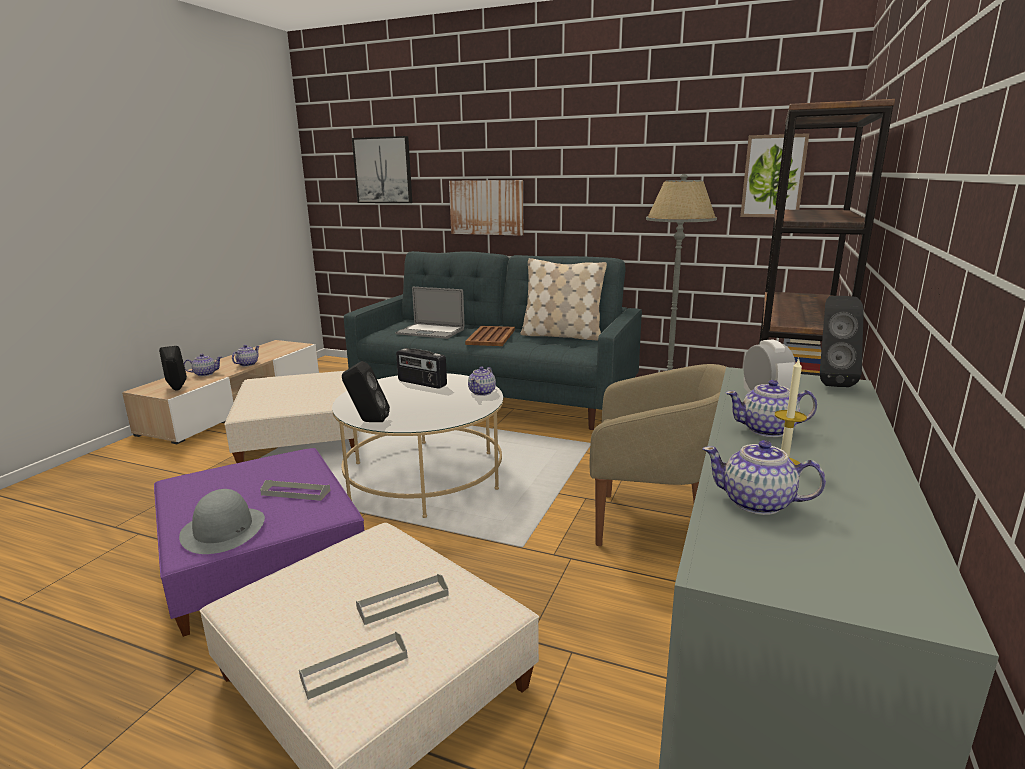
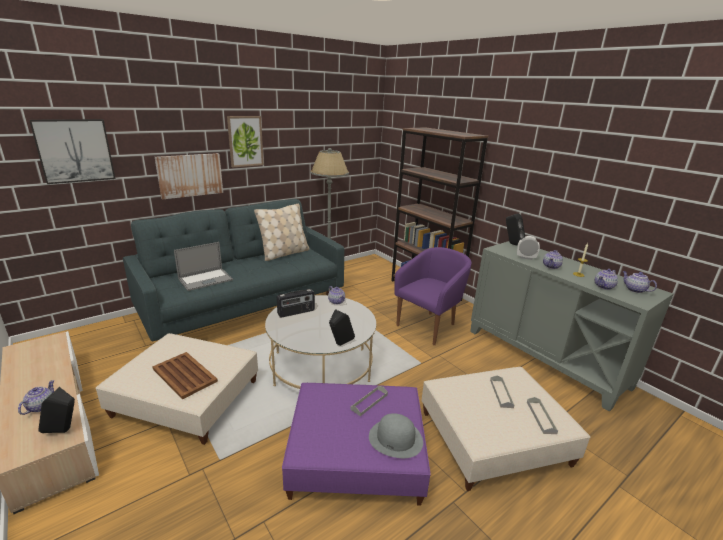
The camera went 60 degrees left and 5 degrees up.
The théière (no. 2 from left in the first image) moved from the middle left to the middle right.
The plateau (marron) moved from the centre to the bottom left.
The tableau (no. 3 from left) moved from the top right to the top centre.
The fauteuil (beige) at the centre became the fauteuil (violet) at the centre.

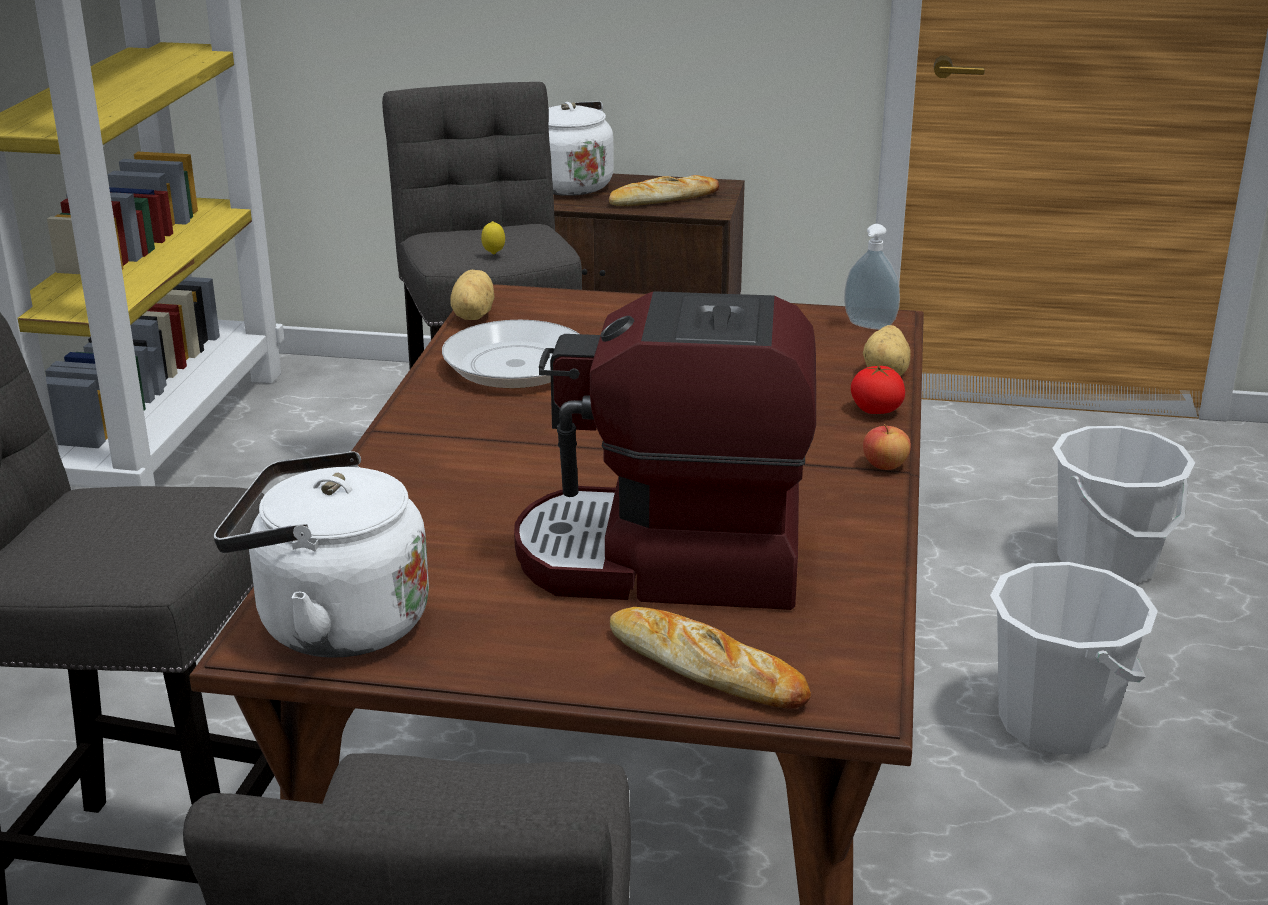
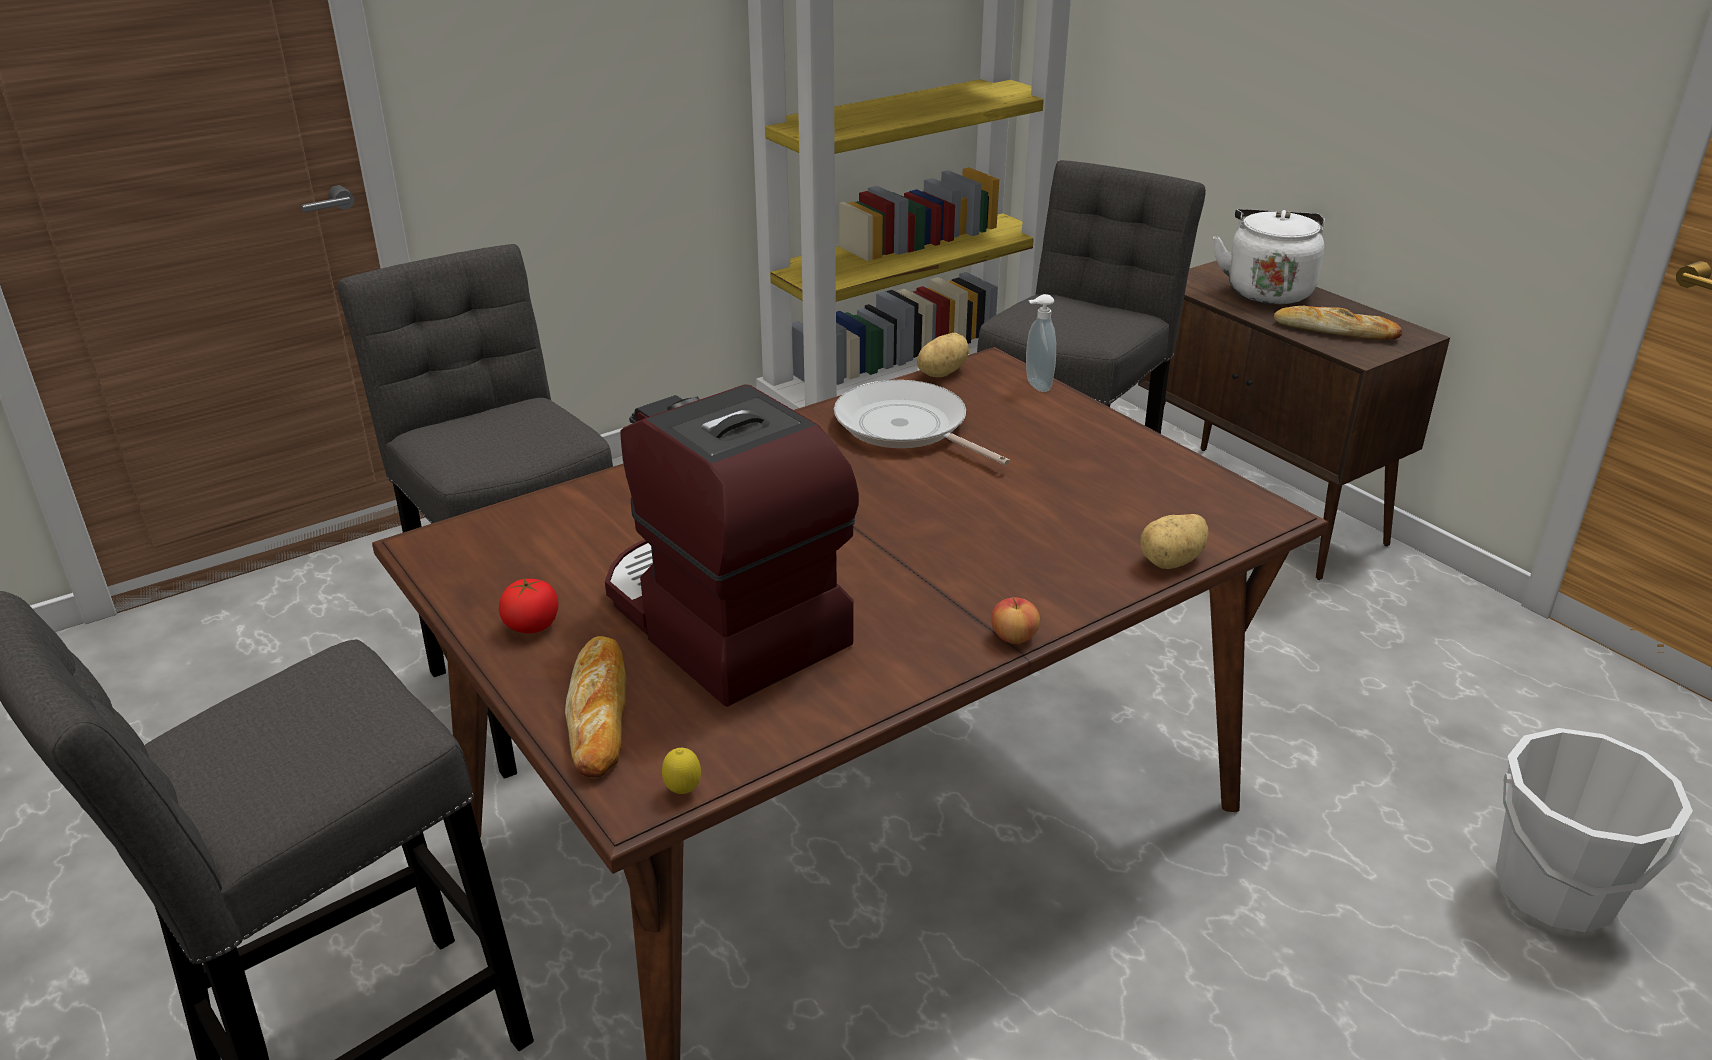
The camera went 45 degrees right and 5 degrees up.
The bouilloire (blanc) (no. 1 from left) at the middle left disappeared.
The seau (blanc) (no. 1 from left) at the bottom right disappeared.
The citron moved from the top centre to the bottom centre.
The distributeur de savon moved from the top right to the top centre.
The tomate moved from the middle right to the middle left.

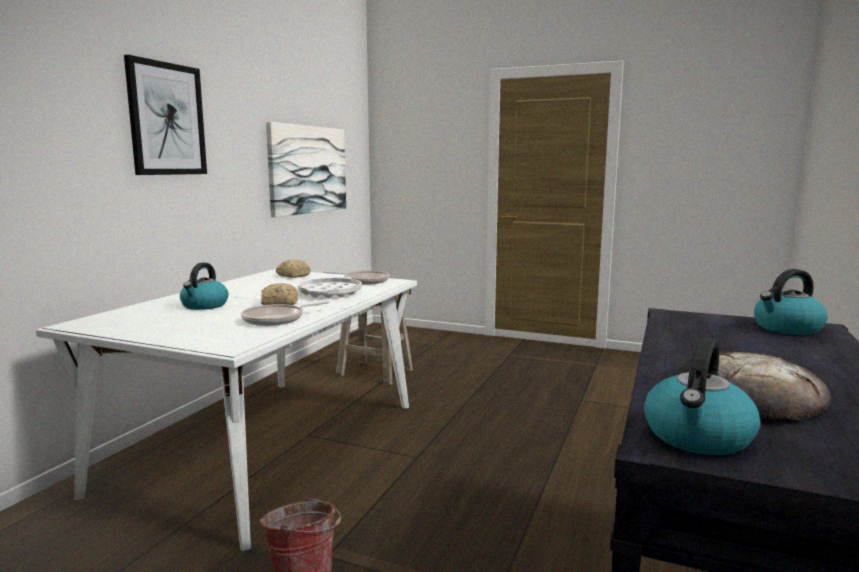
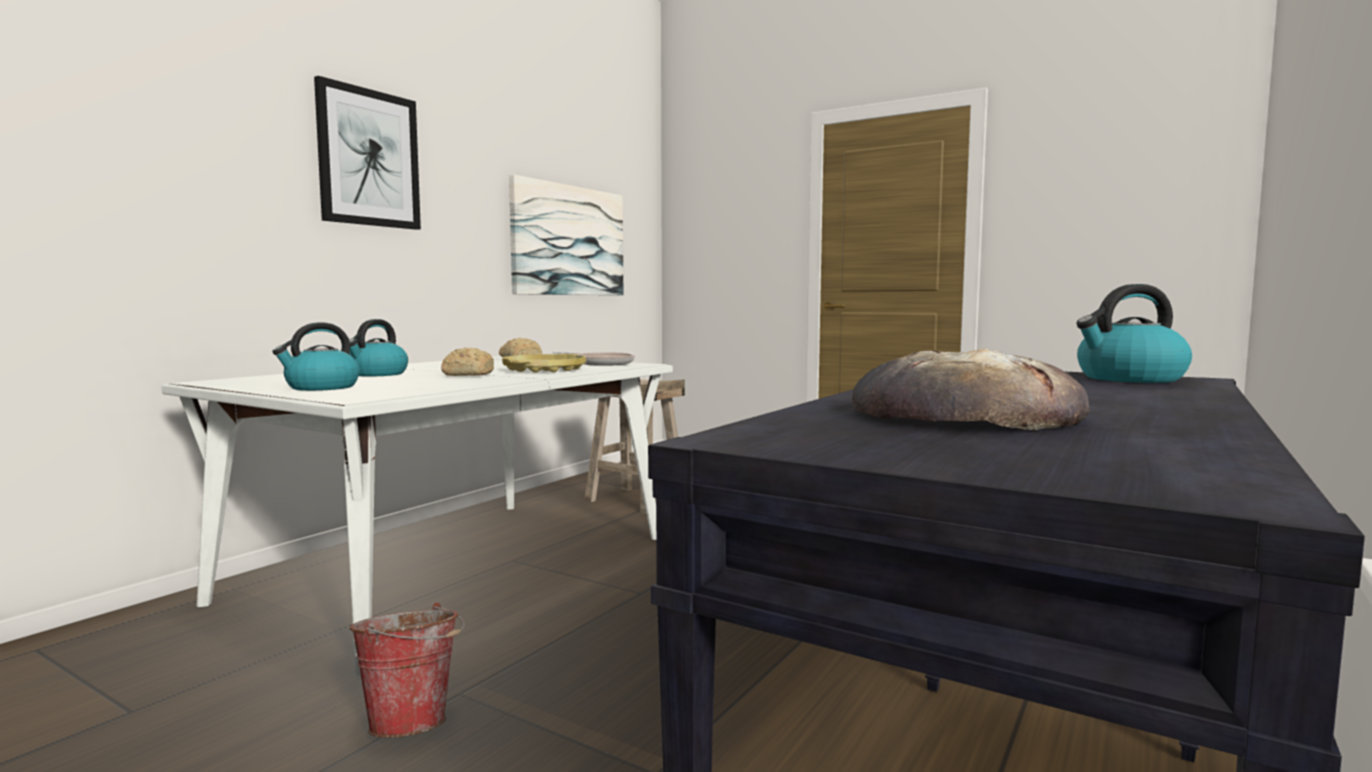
The camera went 10 degrees right and 5 degrees down.
The poêle (no. 1 from left) at the middle left disappeared.
The bouilloire (no. 2 from left in the first image) moved from the bottom right to the middle left.
The plateau (blanc) at the centre became the plateau (jaune) at the centre.

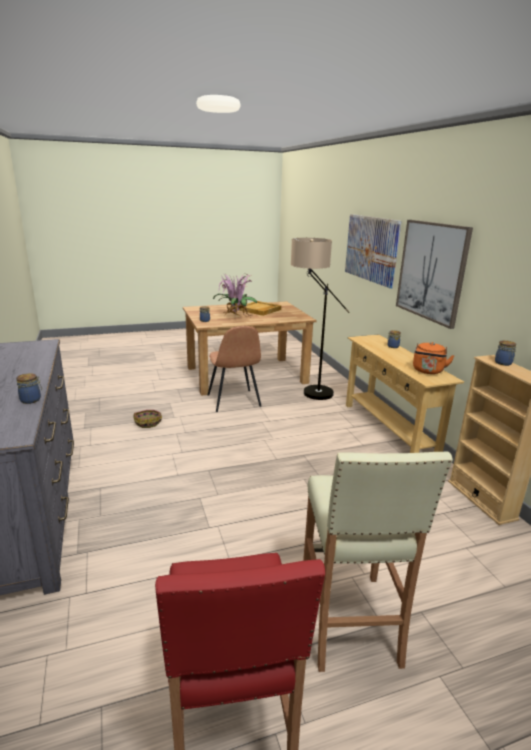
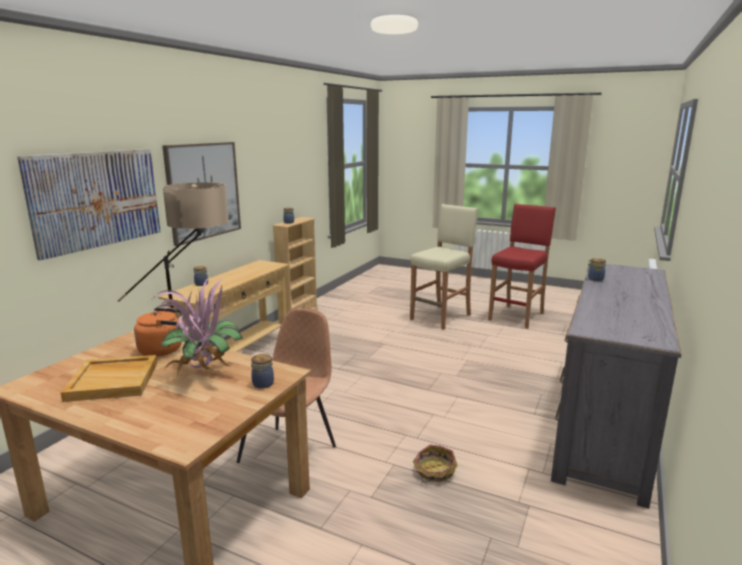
The camera went 135 degrees left and 5 degrees down.
The bouilloire (orange) moved from the middle right to the middle left.

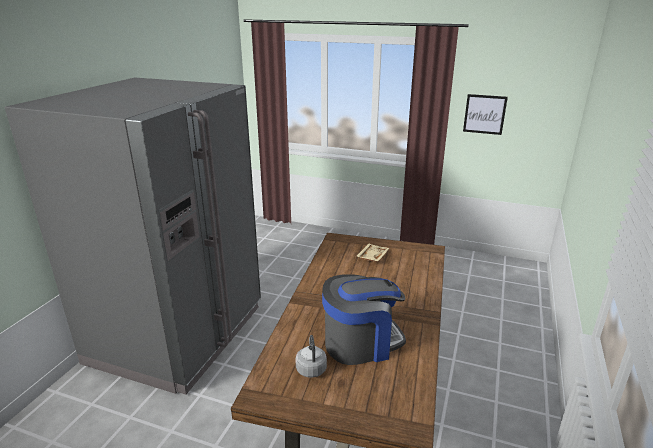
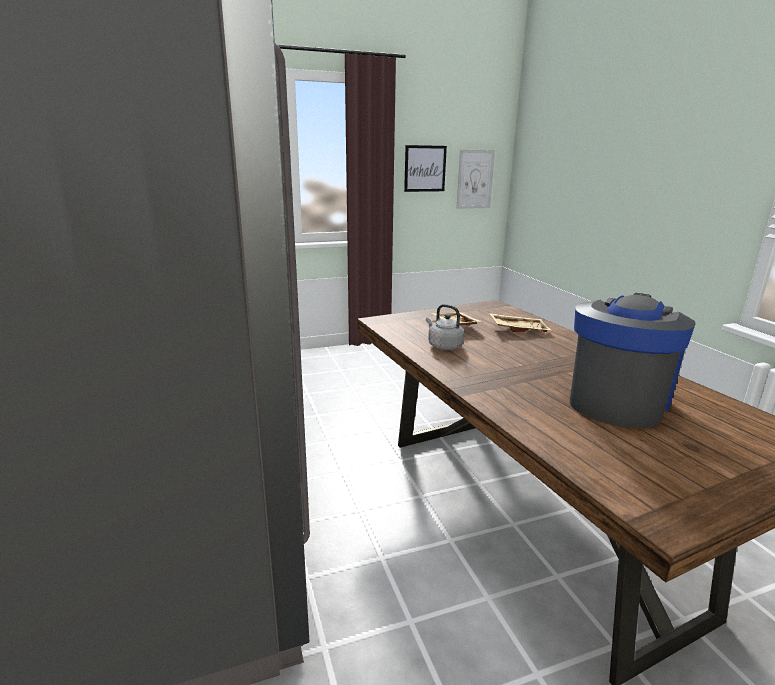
The camera went 40 degrees left and 5 degrees down.
The tableau (no. 2 from left) at the top centre appeared.
The plateau (beige) (no. 2 from left) at the middle right appeared.
The bouilloire (gris) moved from the bottom centre to the centre.

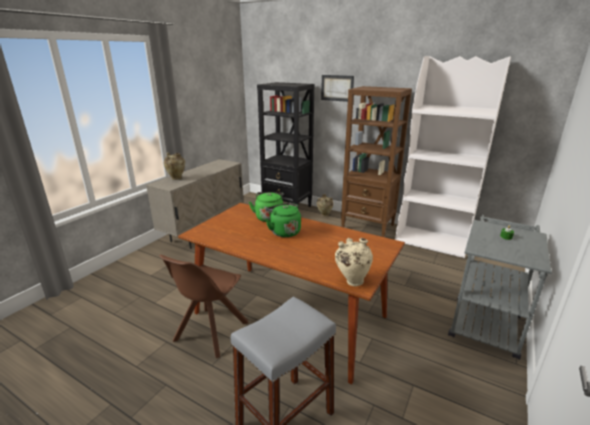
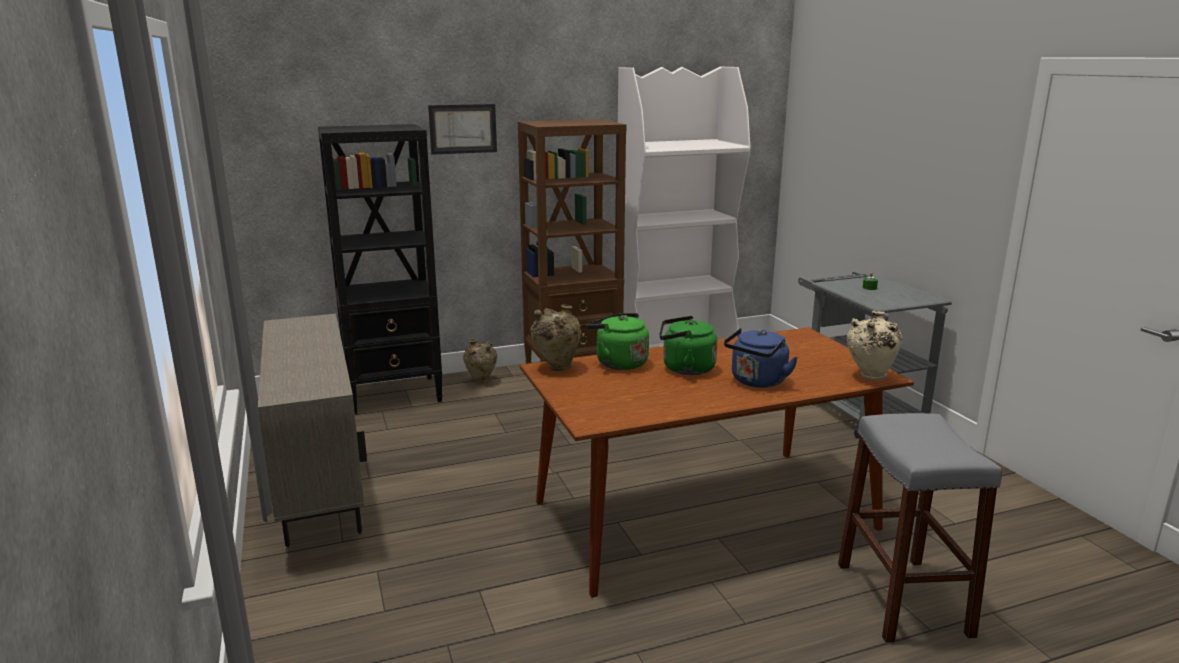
The camera went 50 degrees left and 5 degrees down.
The chaise (marron) at the bottom centre disappeared.
The bouilloire (bleu) at the centre appeared.
The vase (beige) (no. 1 from left in the first image) moved from the middle left to the centre.

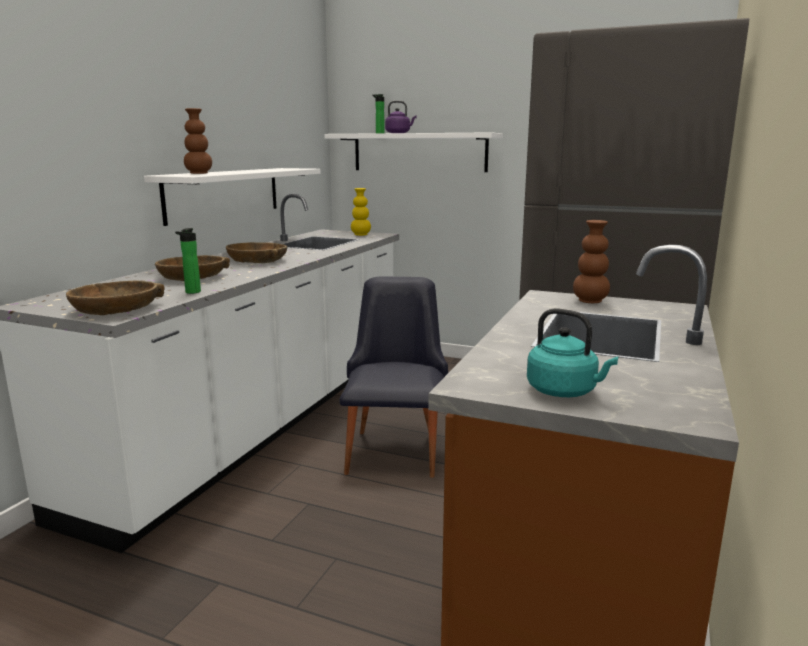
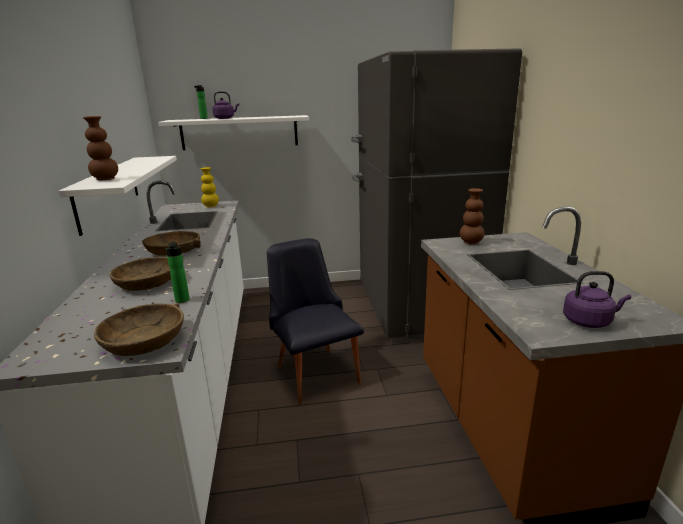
The camera went 30 degrees left and 5 degrees up.
The bouilloire (turquoise) at the middle right became the bouilloire (violet) (no. 2 from left) at the middle right.

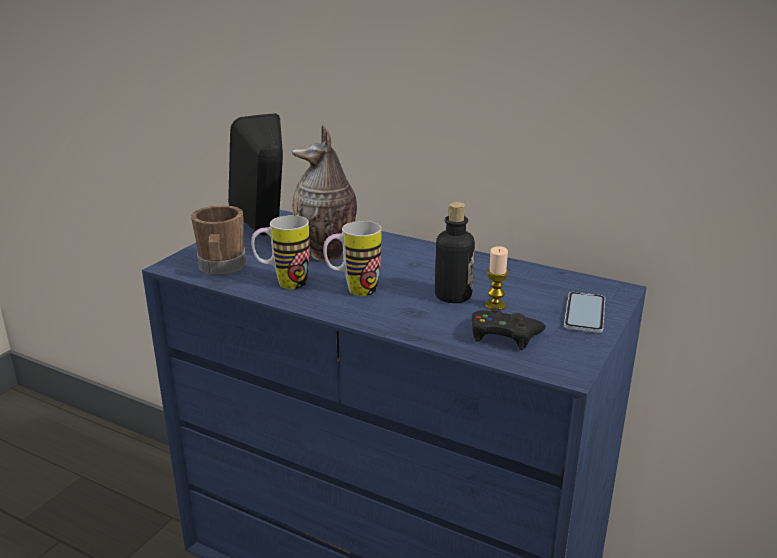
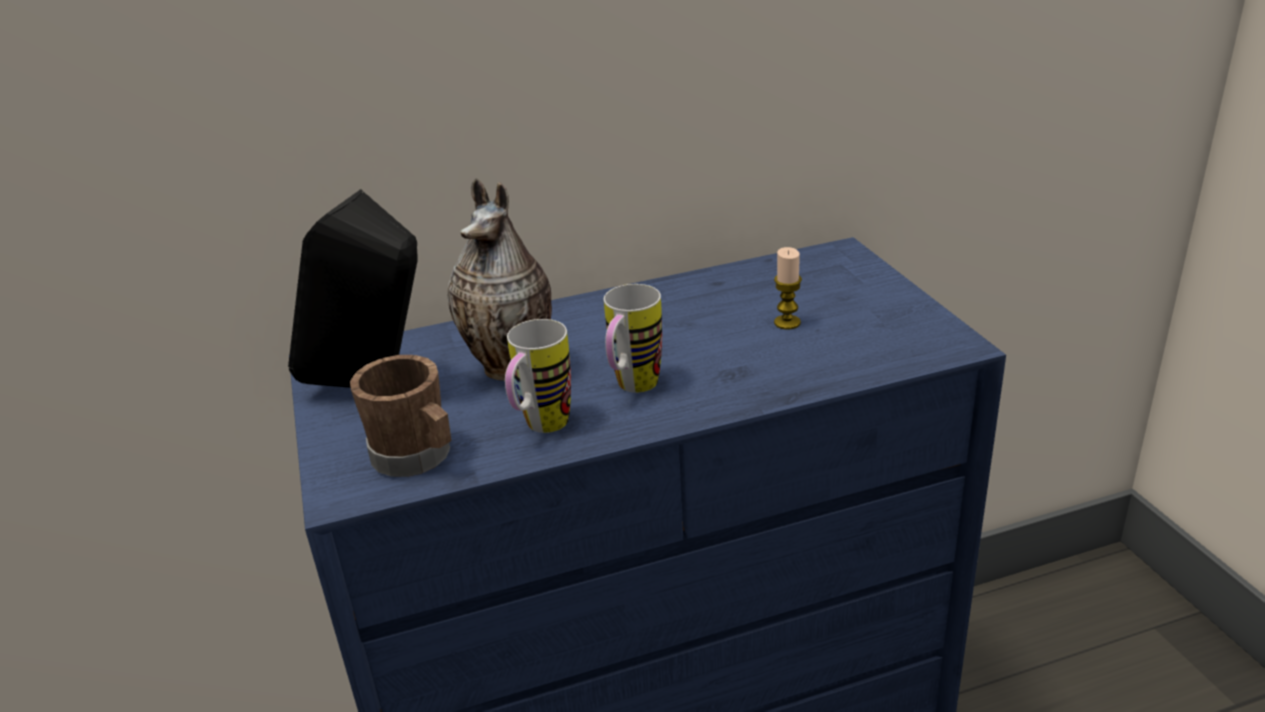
The camera went 45 degrees left and 5 degrees up.
The bouteille at the centre disappeared.
The manette (noir) at the centre disappeared.
The téléphone at the middle right disappeared.

